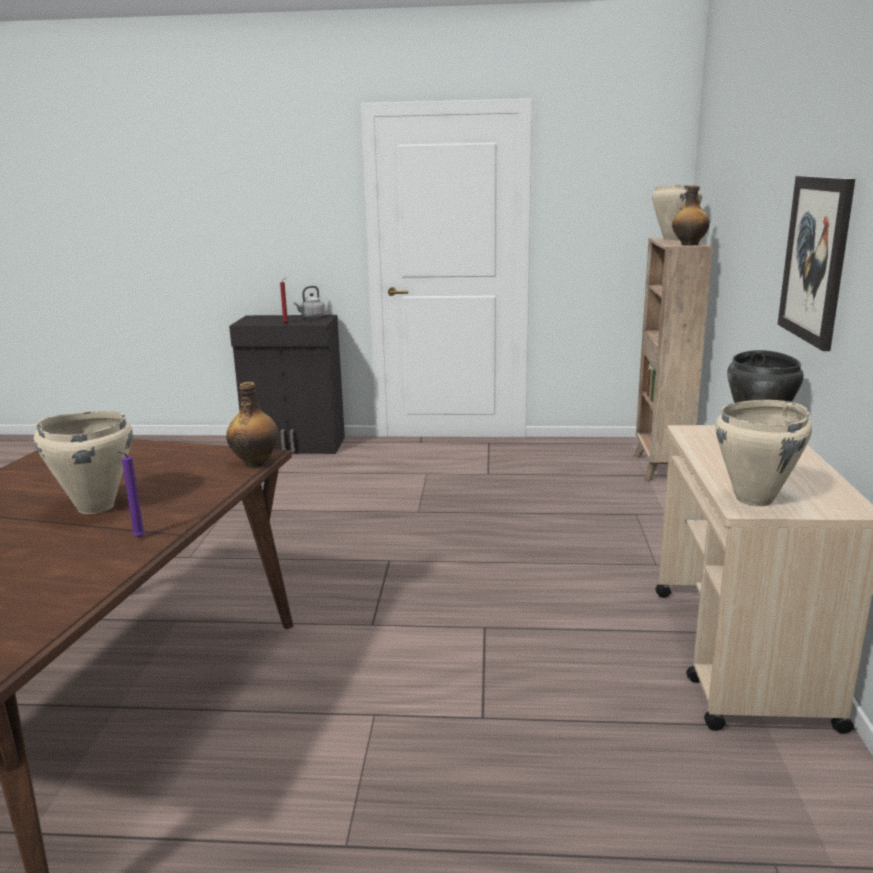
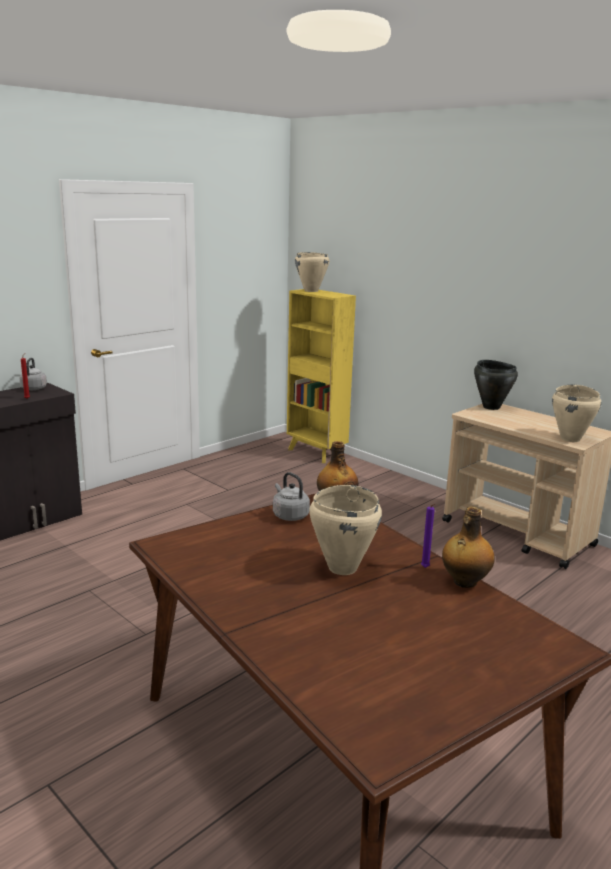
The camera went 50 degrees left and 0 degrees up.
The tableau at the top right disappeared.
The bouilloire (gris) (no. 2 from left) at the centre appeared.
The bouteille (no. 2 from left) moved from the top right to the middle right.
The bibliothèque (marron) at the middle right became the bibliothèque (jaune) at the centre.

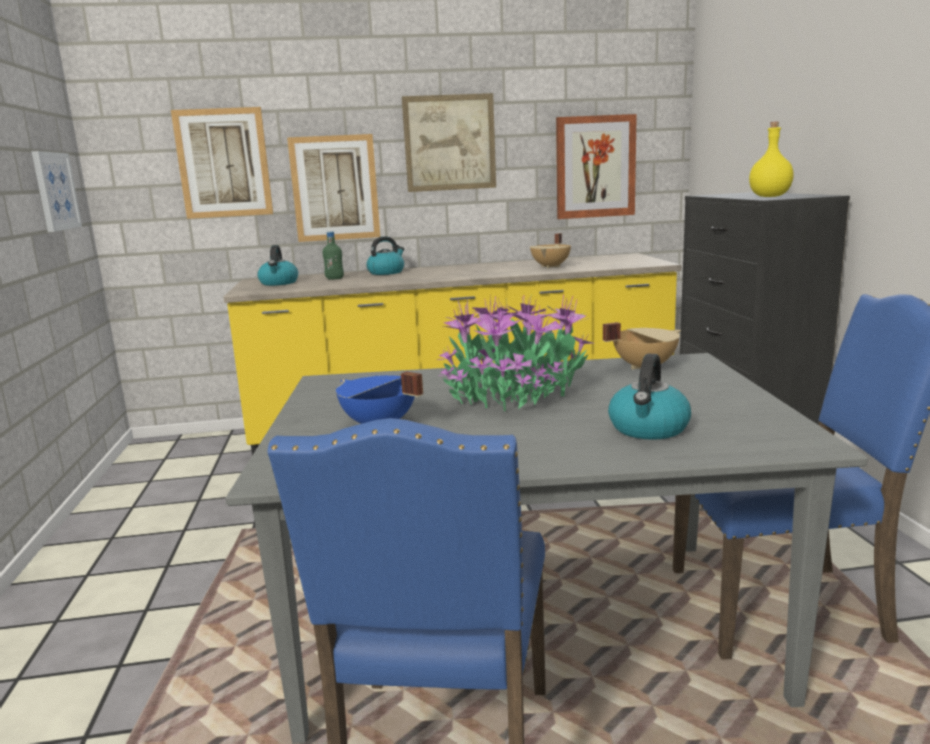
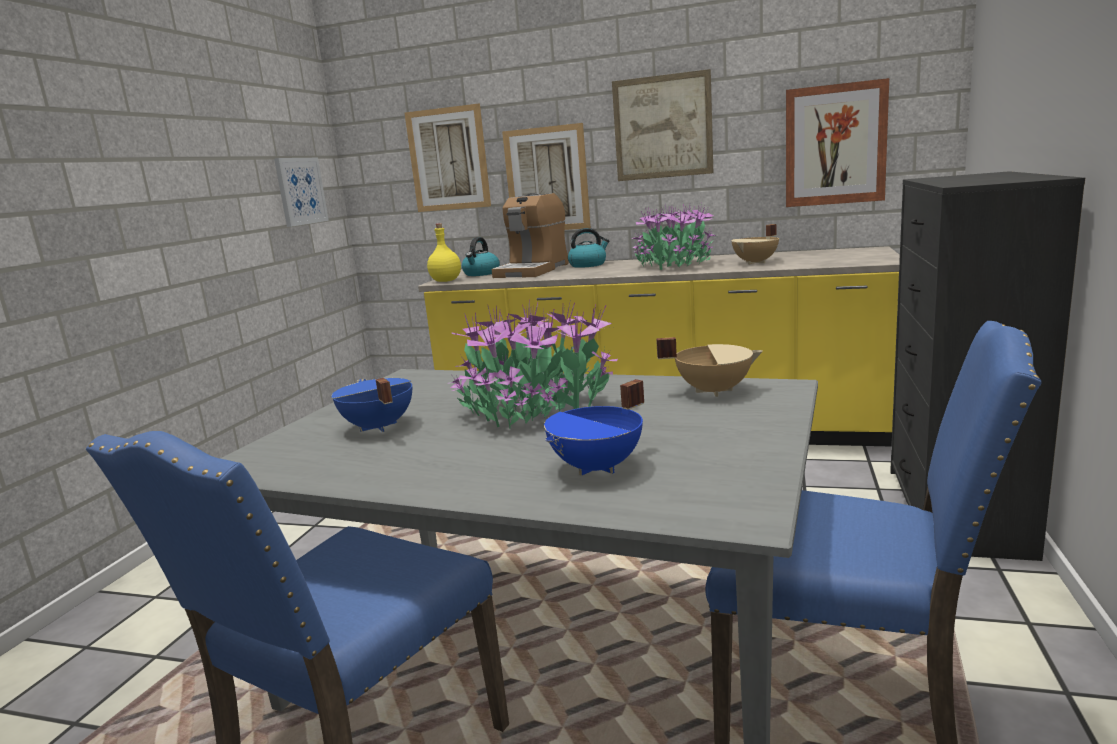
The camera went 25 degrees right and 0 degrees up.
The plante en pot (no. 2 from left) at the top centre appeared.
The bouteille (jaune) moved from the top right to the centre.
The bouteille (vert) at the centre was replaced by the machine à café at the top centre.
The bouilloire (no. 3 from left) at the middle right was replaced by the marmite (bleu) (no. 2 from left) at the centre.

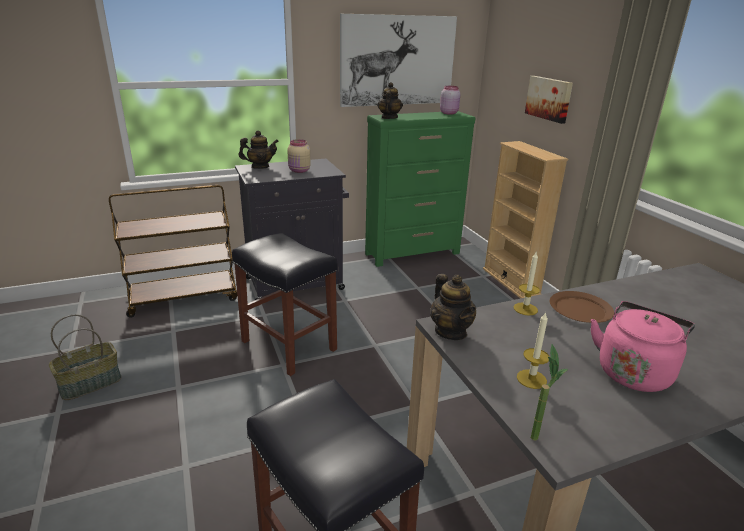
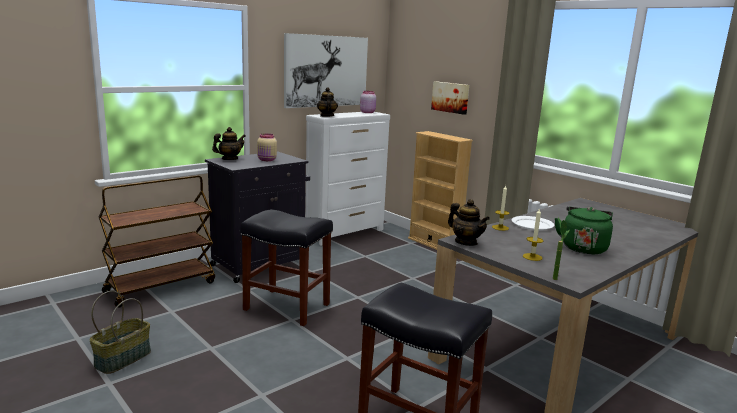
The camera went 20 degrees left and 10 degrees down.
The commode (vert) at the centre became the commode (blanc) at the centre.
The assiette (marron) at the middle right became the assiette (blanc) at the middle right.
The bouilloire (rose) at the middle right became the bouilloire (vert) at the middle right.

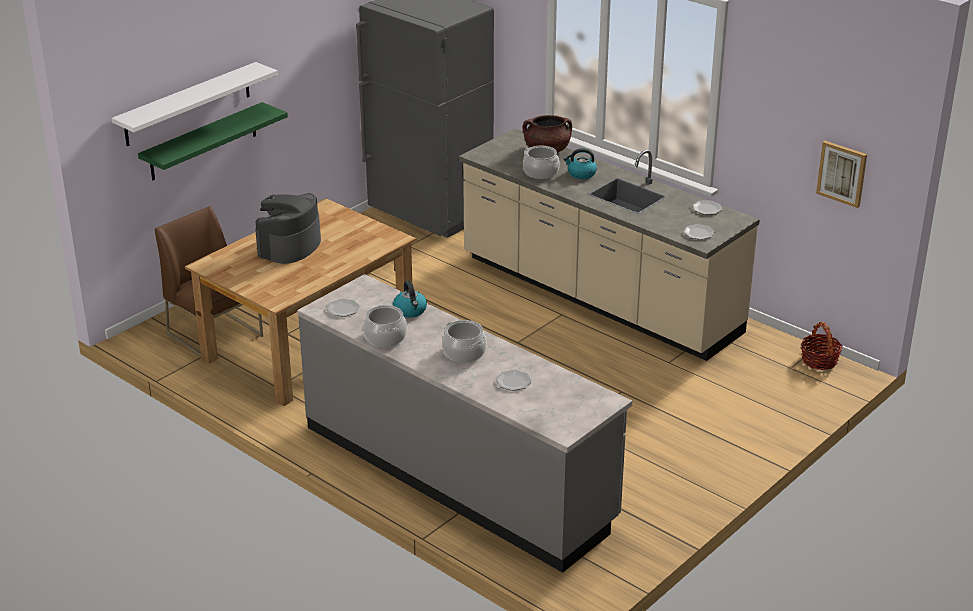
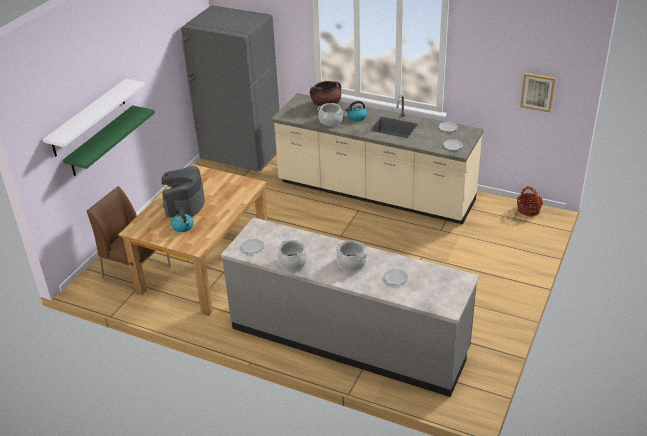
The camera went 15 degrees left and 5 degrees up.
The bouilloire (no. 1 from left) moved from the centre to the middle left.

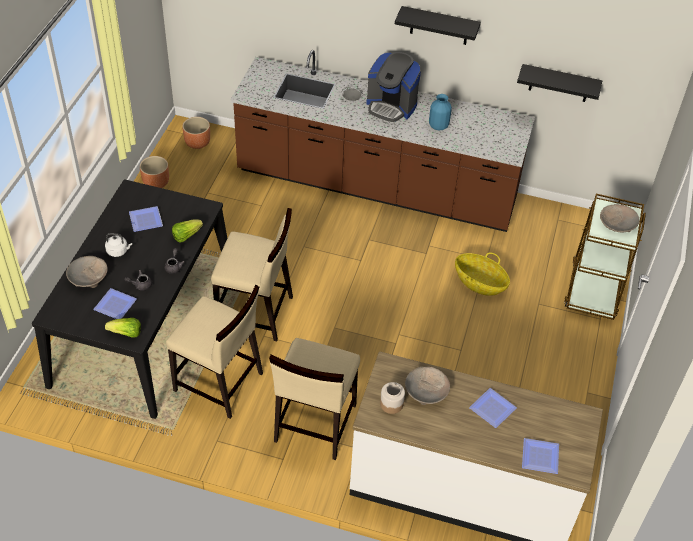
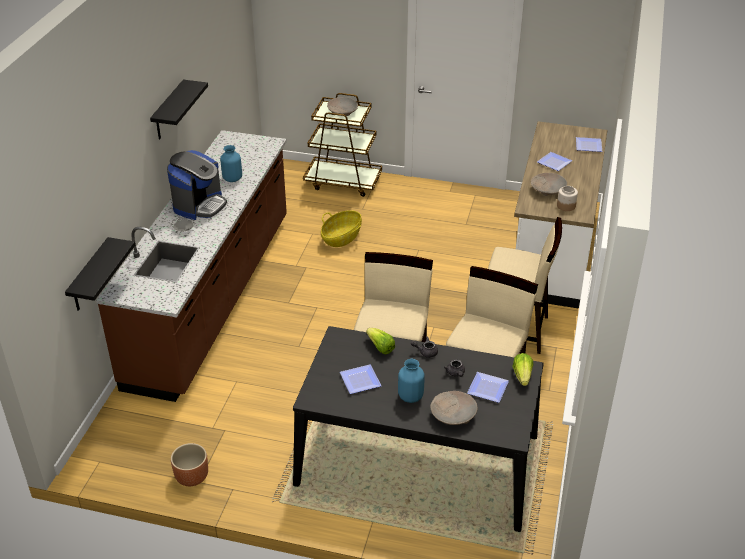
The camera went 90 degrees left and 10 degrees down.
The cache-pot (marron) (no. 2 from left) at the top left disappeared.
The étagère (noir) (no. 2 from left in the first image) moved from the top right to the middle left.
The bouilloire (blanc) at the middle left was replaced by the vase (bleu) (no. 2 from left) at the bottom centre.

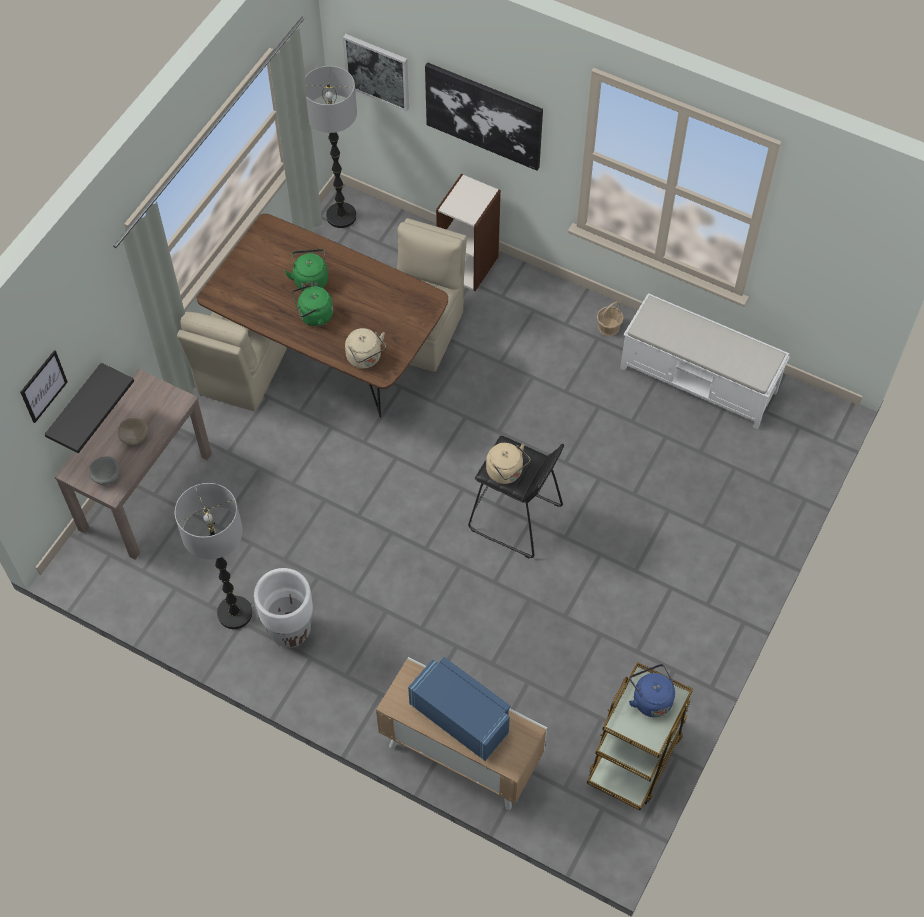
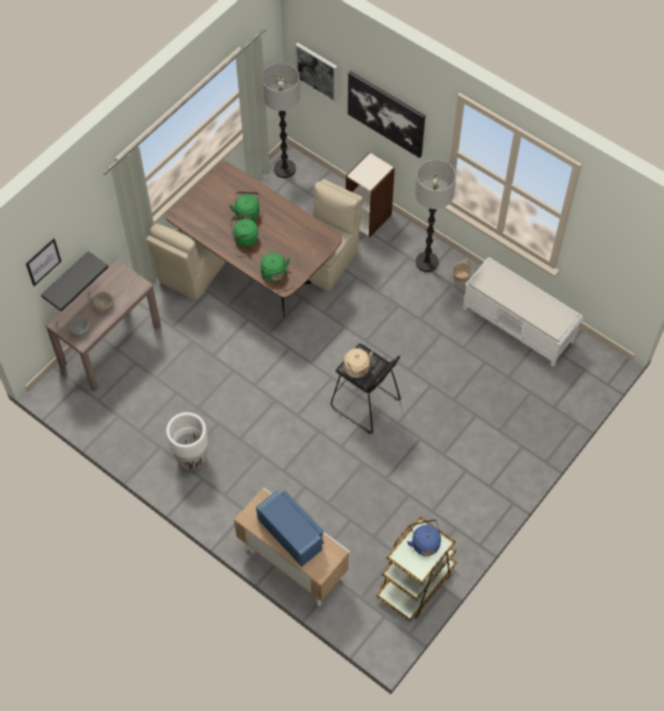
The camera went 10 degrees right and 0 degrees up.
The lampadaire (no. 1 from left in the first image) moved from the middle left to the top centre.
The bouilloire (beige) (no. 1 from left) at the centre became the bouilloire (vert) (no. 3 from left) at the centre.

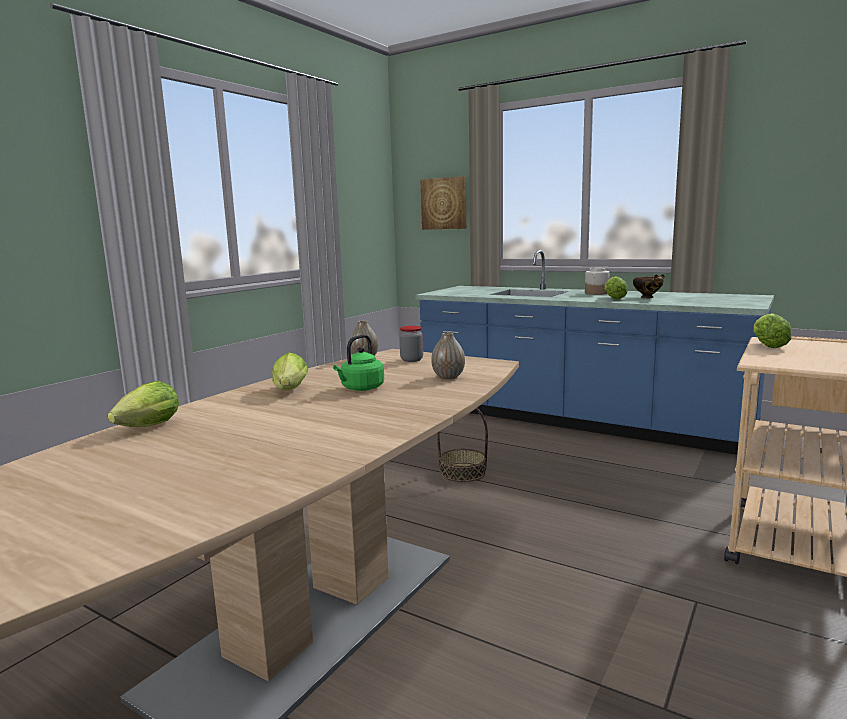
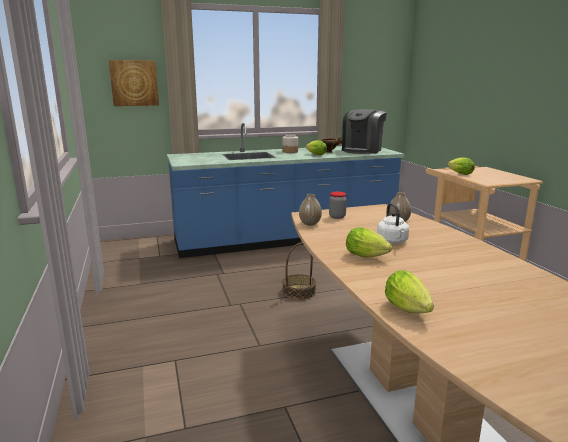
The camera went 50 degrees left and 5 degrees up.
The machine à café at the top centre appeared.
The bouilloire (vert) at the centre became the bouilloire (blanc) at the middle right.

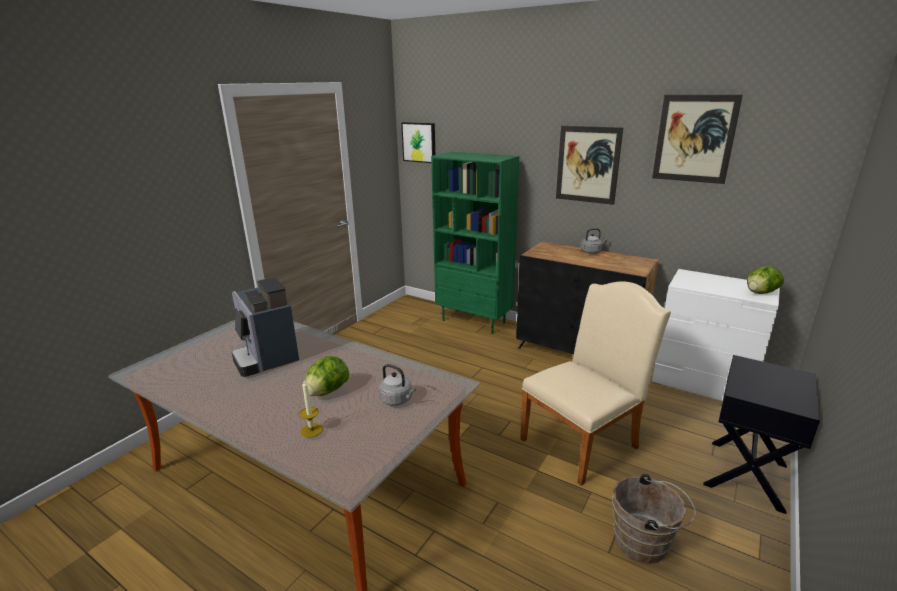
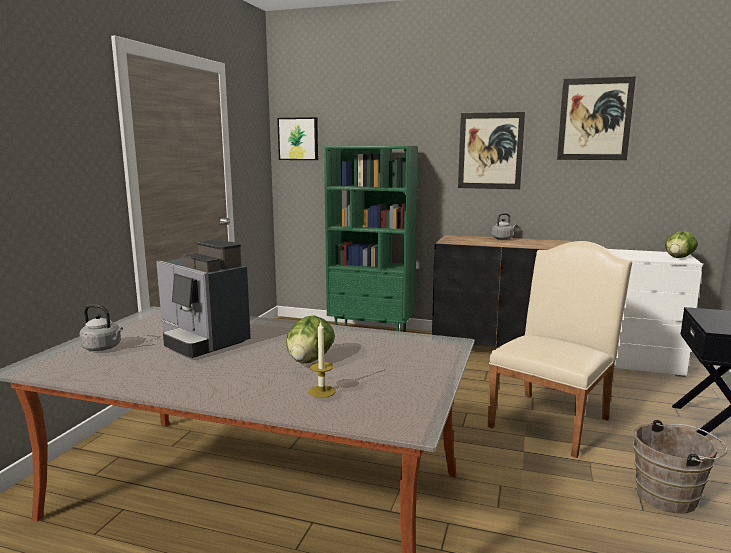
The camera went 15 degrees left and 10 degrees down.
The bouilloire (gris) (no. 1 from left) moved from the centre to the middle left.

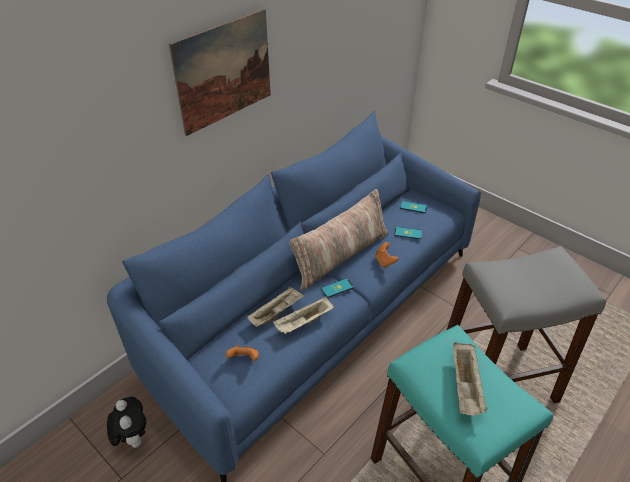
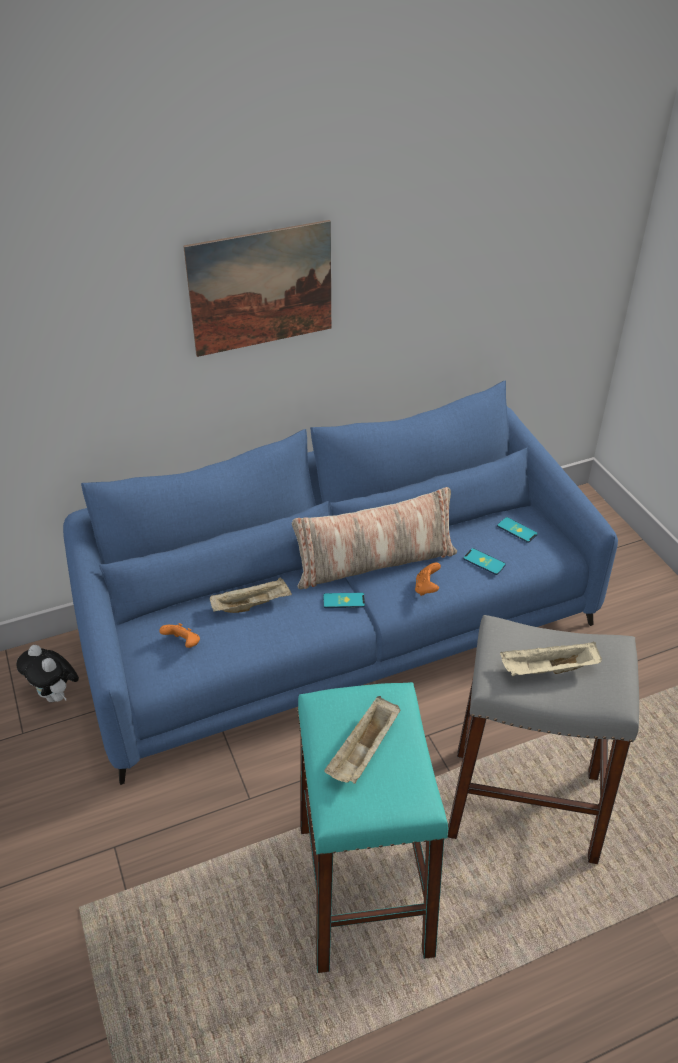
The camera went 25 degrees right and 0 degrees up.
The plateau (beige) (no. 2 from left in the first image) moved from the centre to the middle right.
The peluche at the bottom left turned 135 degrees clockwise.

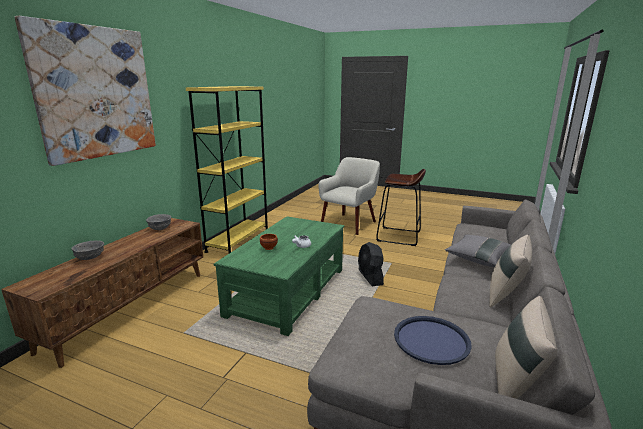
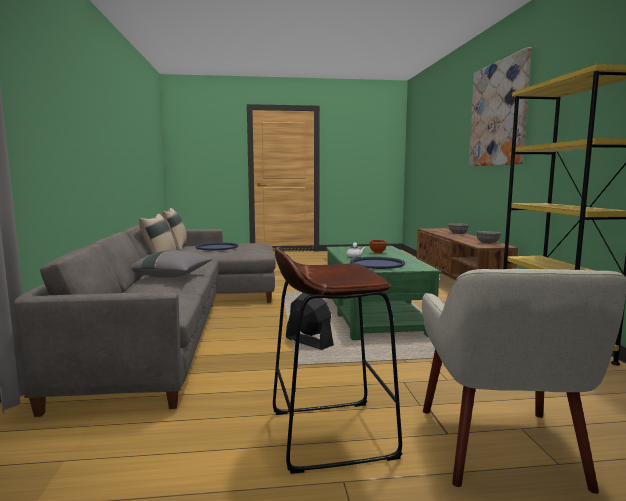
The camera went 150 degrees right and 10 degrees down.
The plateau (bleu) (no. 2 from left) at the centre appeared.

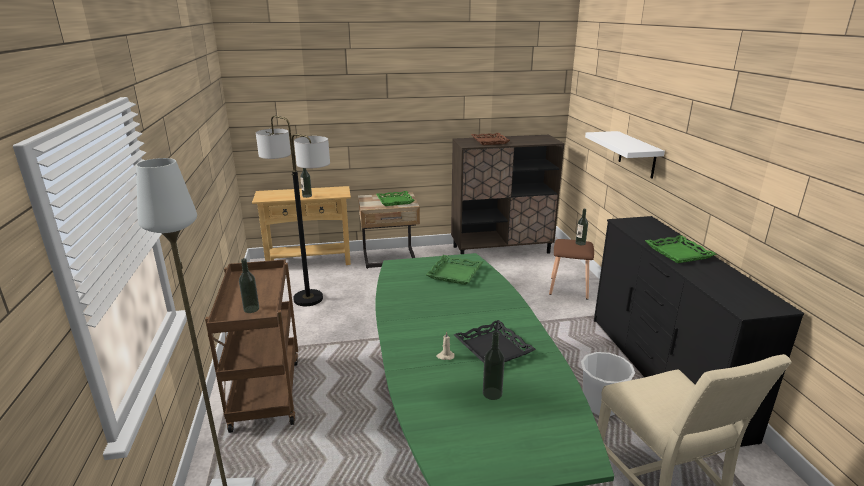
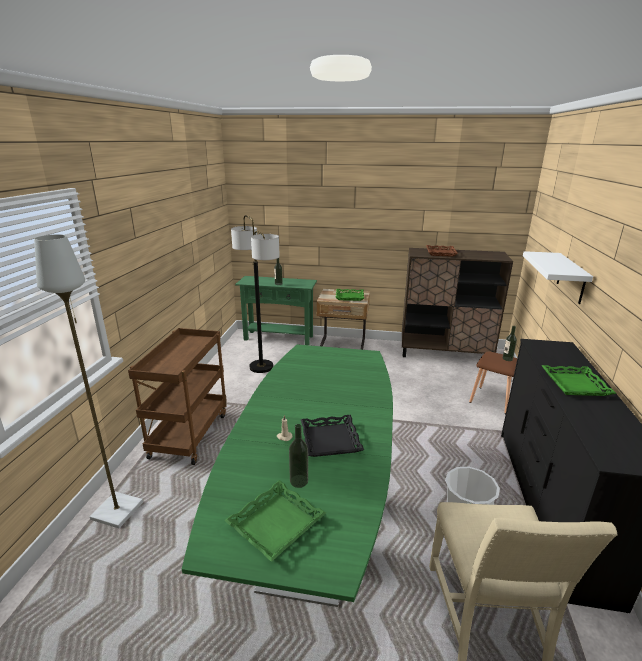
The camera went 20 degrees right and 0 degrees up.
The bouteille (no. 1 from left) at the middle left disappeared.
The plateau (vert) (no. 2 from left in the first image) moved from the centre to the bottom centre.
The table console (beige) at the centre became the table console (vert) at the centre.

